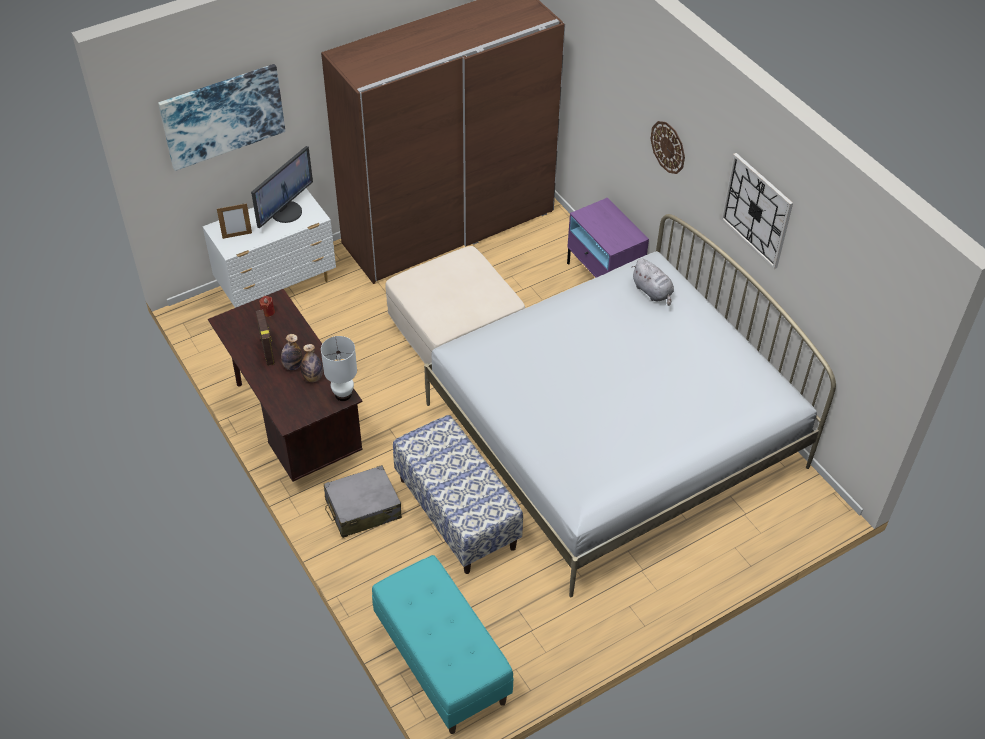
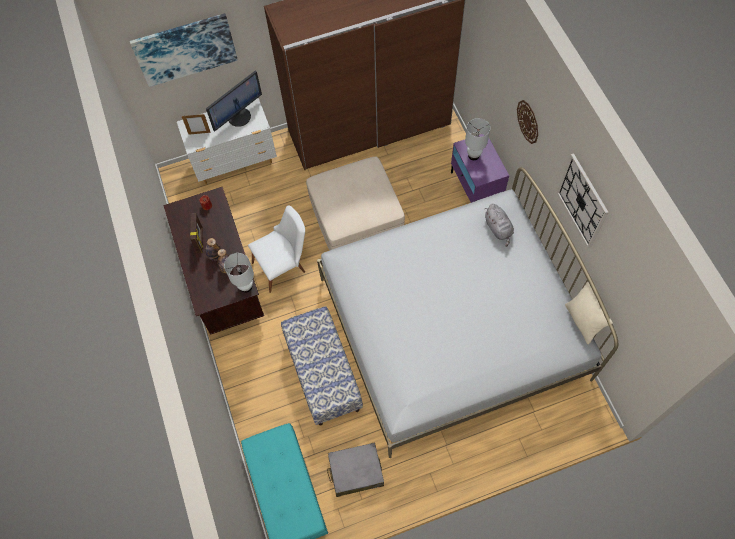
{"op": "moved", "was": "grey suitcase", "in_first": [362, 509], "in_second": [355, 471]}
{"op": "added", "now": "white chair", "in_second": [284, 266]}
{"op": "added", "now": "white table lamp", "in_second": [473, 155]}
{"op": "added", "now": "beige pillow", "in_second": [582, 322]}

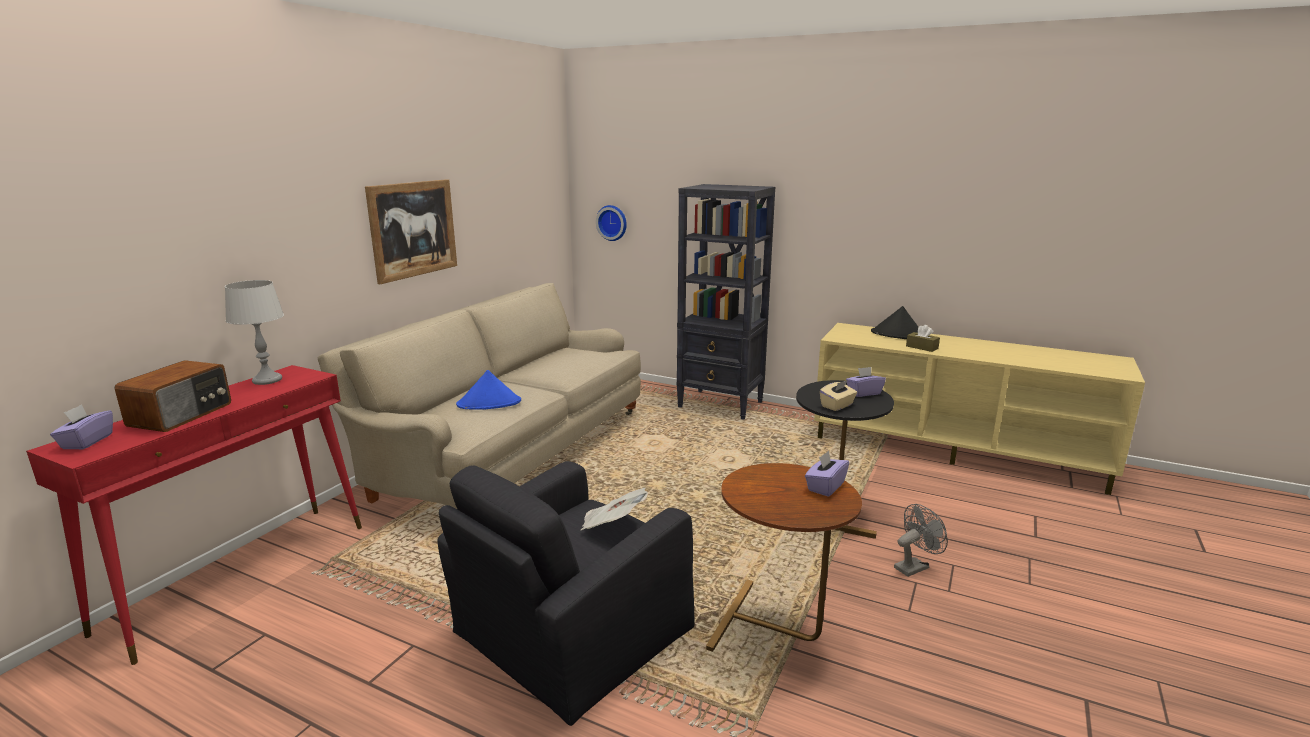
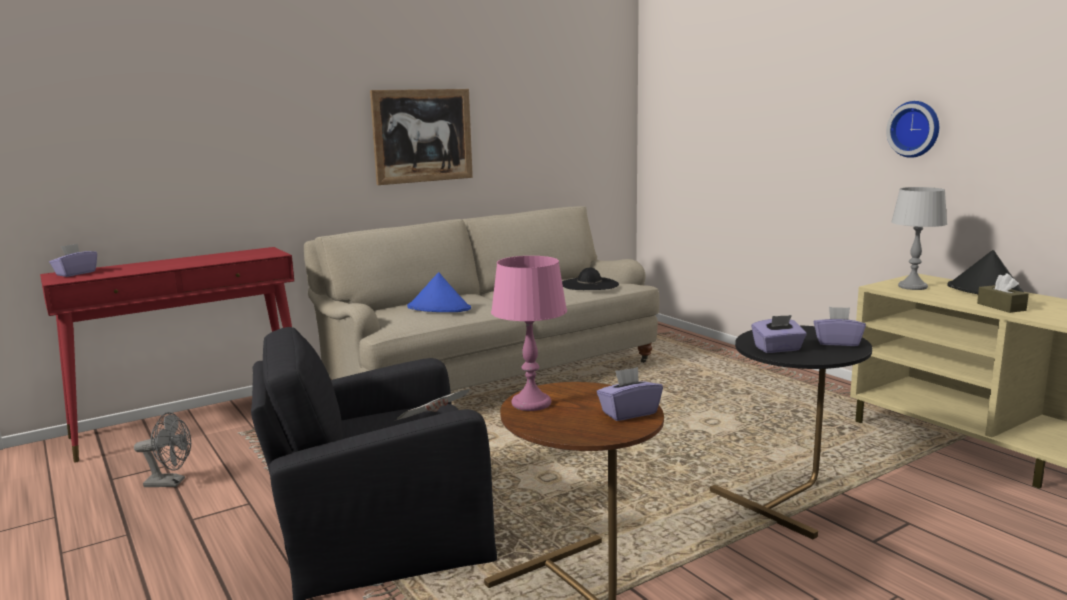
{"op": "removed", "was": "radio", "in_first": [182, 415]}
{"op": "moved", "was": "grey table lamp", "in_first": [267, 380], "in_second": [912, 287]}
{"op": "moved", "was": "wall clock", "in_first": [612, 222], "in_second": [915, 129]}
{"op": "removed", "was": "black bookcase", "in_first": [721, 405]}
{"op": "recoloured", "was": "beige tissue box", "now": "purple tissue box", "in_first": [837, 406], "in_second": [778, 349]}
{"op": "moved", "was": "grey fan", "in_first": [914, 566], "in_second": [171, 483]}
{"op": "added", "now": "pink table lamp", "in_second": [531, 403]}
{"op": "added", "now": "black hat", "in_second": [589, 284]}

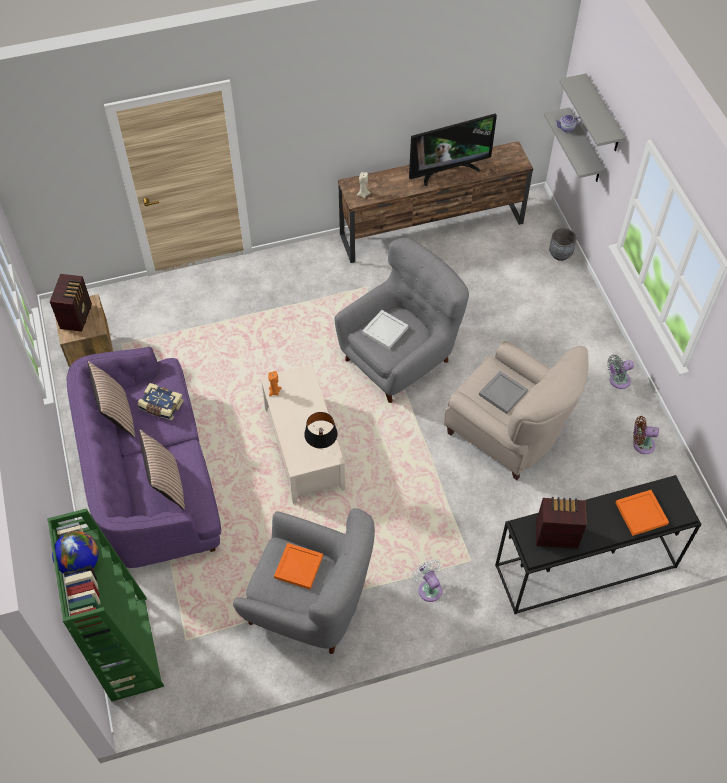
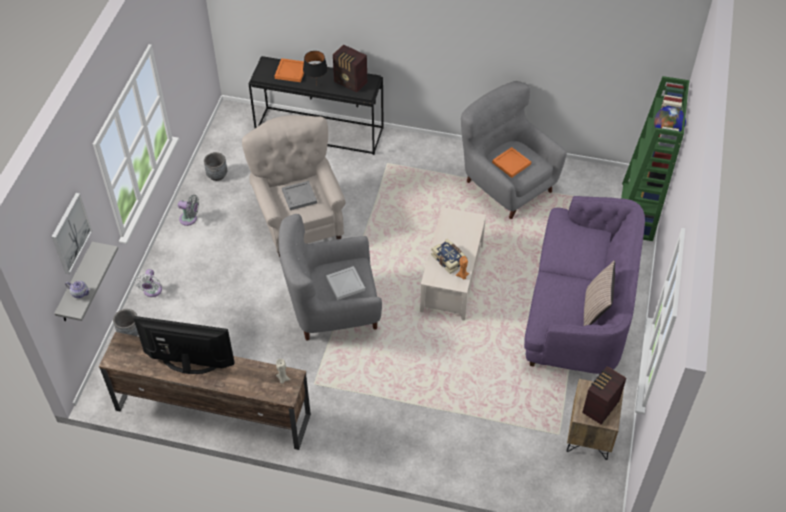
{"op": "moved", "was": "book", "in_first": [161, 406], "in_second": [449, 259]}
{"op": "removed", "was": "pillow", "in_first": [166, 484]}
{"op": "moved", "was": "black table lamp", "in_first": [321, 449], "in_second": [316, 85]}
{"op": "moved", "was": "white fan", "in_first": [428, 588], "in_second": [152, 291]}
{"op": "replaced", "was": "grey shelf", "now": "picture", "in_first": [603, 115], "in_second": [70, 233]}
{"op": "replaced", "was": "brown fan", "now": "grey planter", "in_first": [641, 444], "in_second": [217, 175]}

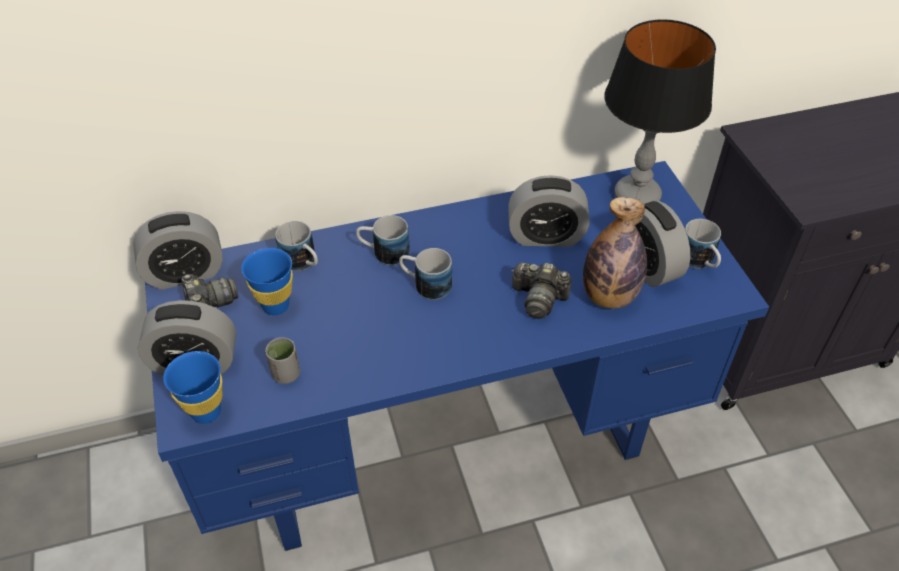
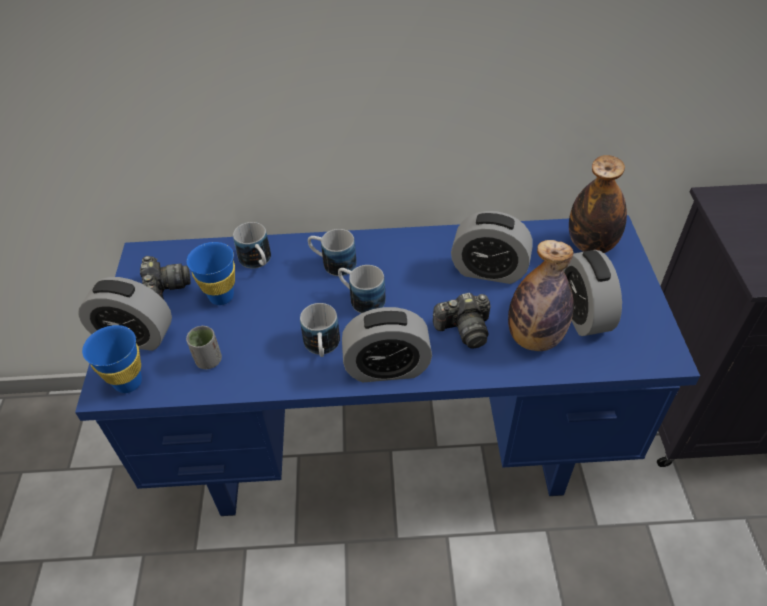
{"op": "moved", "was": "alarm clock", "in_first": [185, 273], "in_second": [387, 368]}
{"op": "turned", "was": "photo camera", "in_first": [539, 299], "in_second": [464, 329], "clockwise": -45}
{"op": "replaced", "was": "table lamp", "now": "bottle", "in_first": [637, 196], "in_second": [591, 245]}
{"op": "moved", "was": "mug", "in_first": [699, 262], "in_second": [322, 348]}

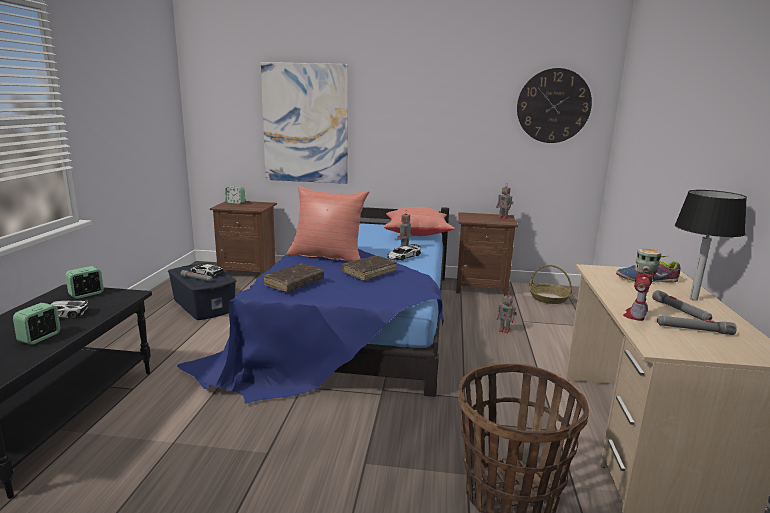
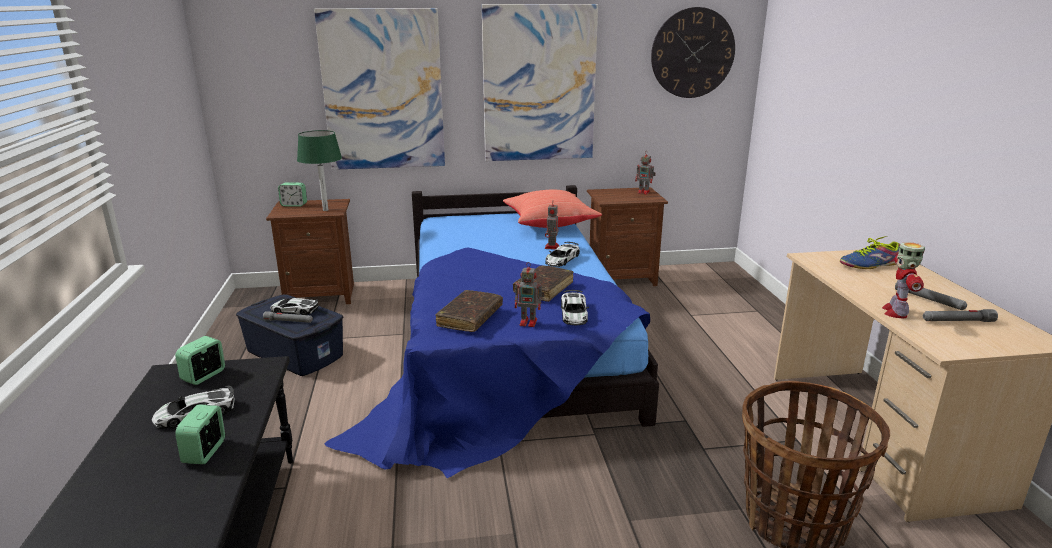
{"op": "removed", "was": "red pillow", "in_first": [327, 256]}
{"op": "moved", "was": "toy robot", "in_first": [505, 330], "in_second": [529, 322]}
{"op": "removed", "was": "basket", "in_first": [549, 298]}
{"op": "removed", "was": "black table lamp", "in_first": [693, 299]}
{"op": "added", "now": "green table lamp", "in_second": [325, 210]}
{"op": "added", "now": "picture", "in_second": [539, 84]}
{"op": "added", "now": "toy car", "in_second": [574, 313]}

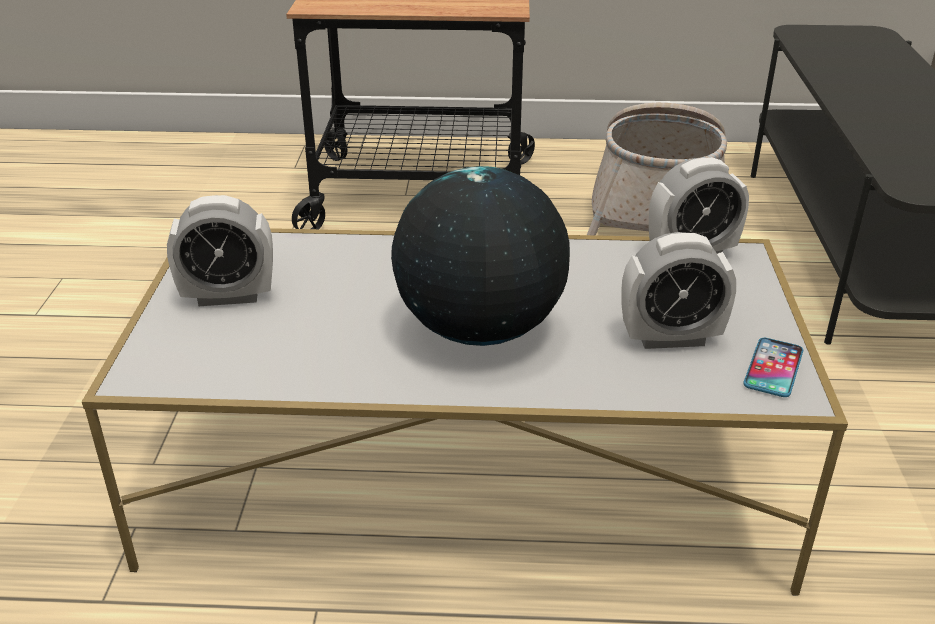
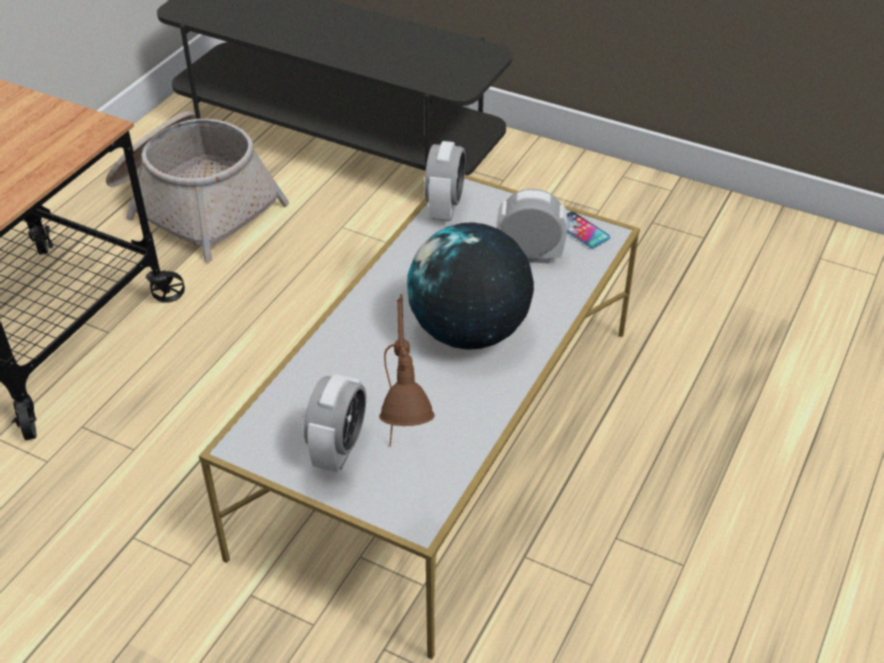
{"op": "turned", "was": "alarm clock", "in_first": [670, 338], "in_second": [529, 256], "clockwise": -105}
{"op": "added", "now": "brown table lamp", "in_second": [409, 484]}

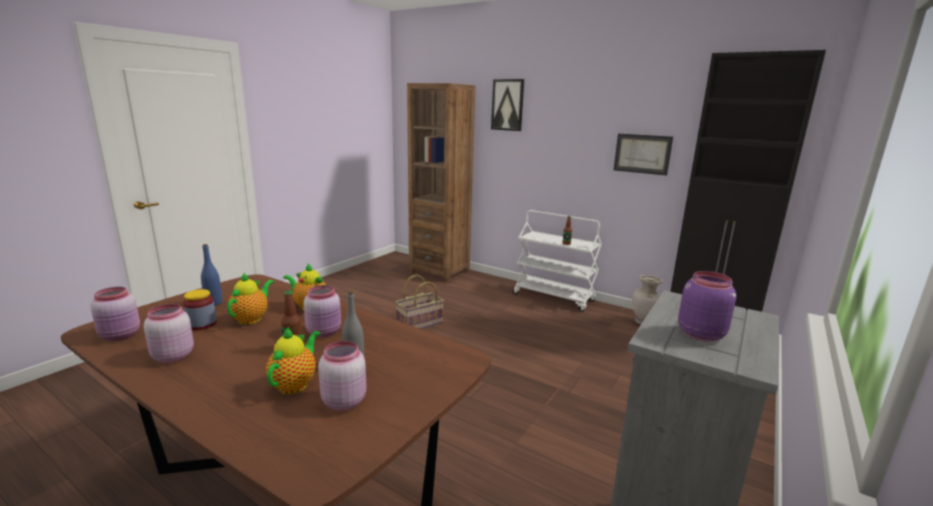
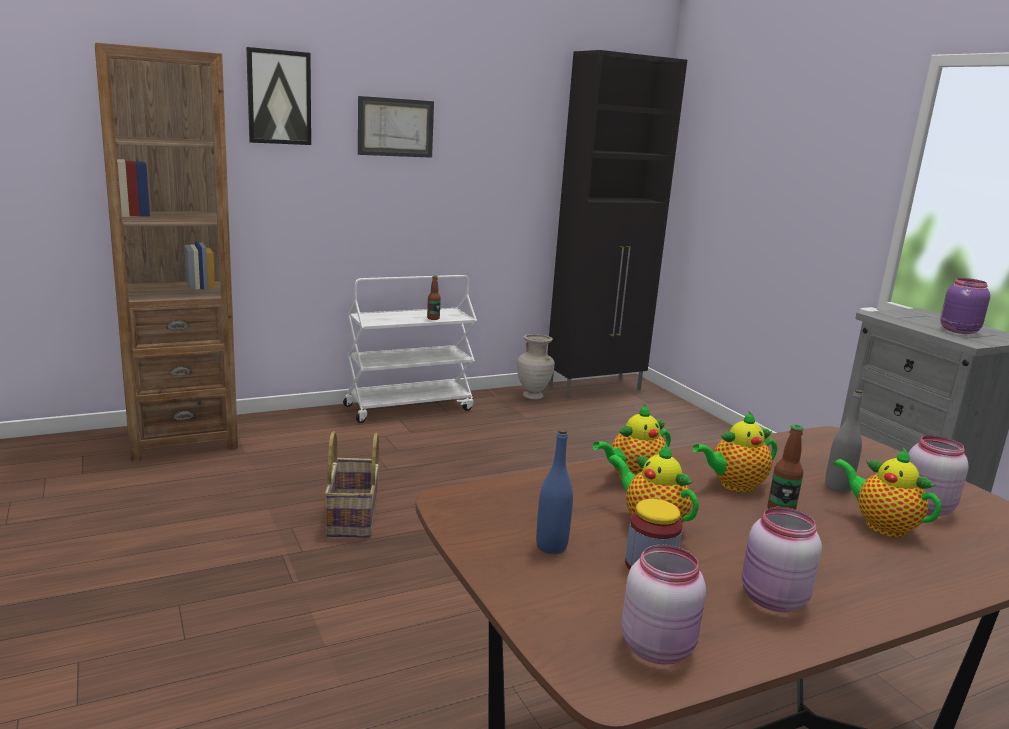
{"op": "replaced", "was": "pink jar", "now": "teapot", "in_first": [325, 332], "in_second": [733, 485]}
{"op": "moved", "was": "picture", "in_first": [642, 154], "in_second": [395, 127]}

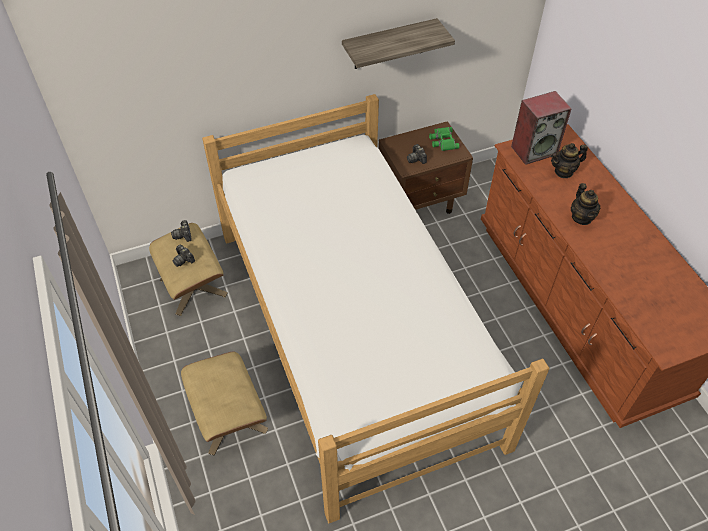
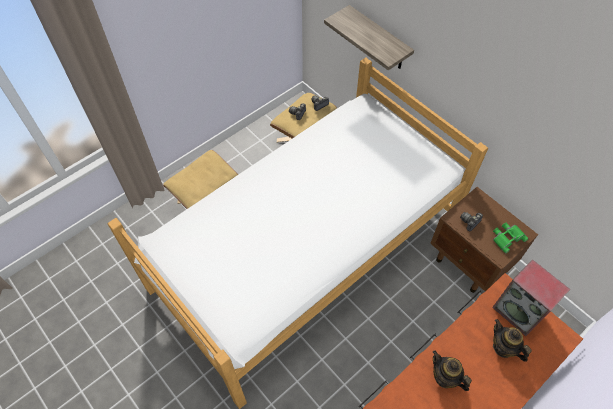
{"op": "moved", "was": "shelf", "in_first": [389, 44], "in_second": [379, 39]}
{"op": "turned", "was": "teapot", "in_first": [581, 217], "in_second": [445, 377], "clockwise": 75}

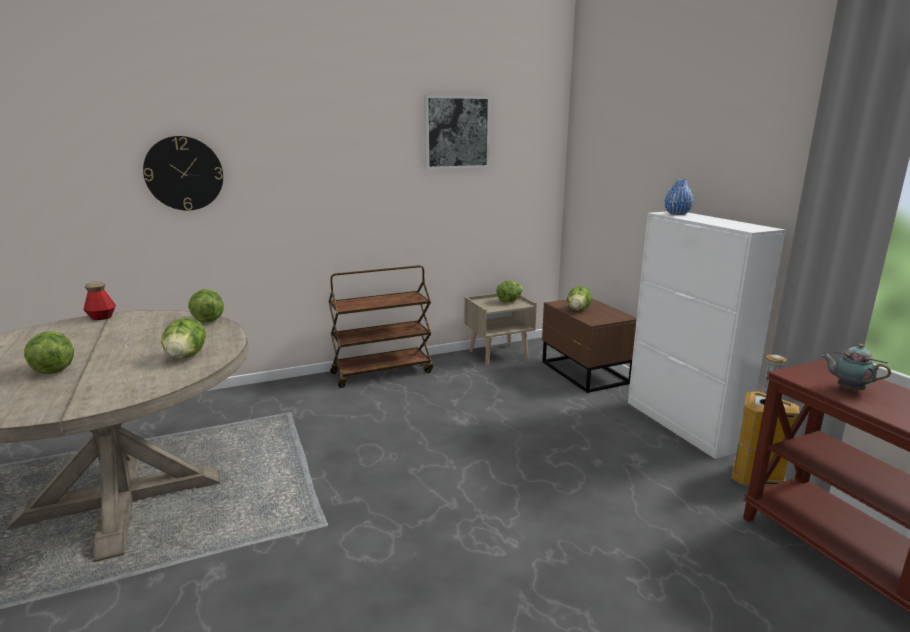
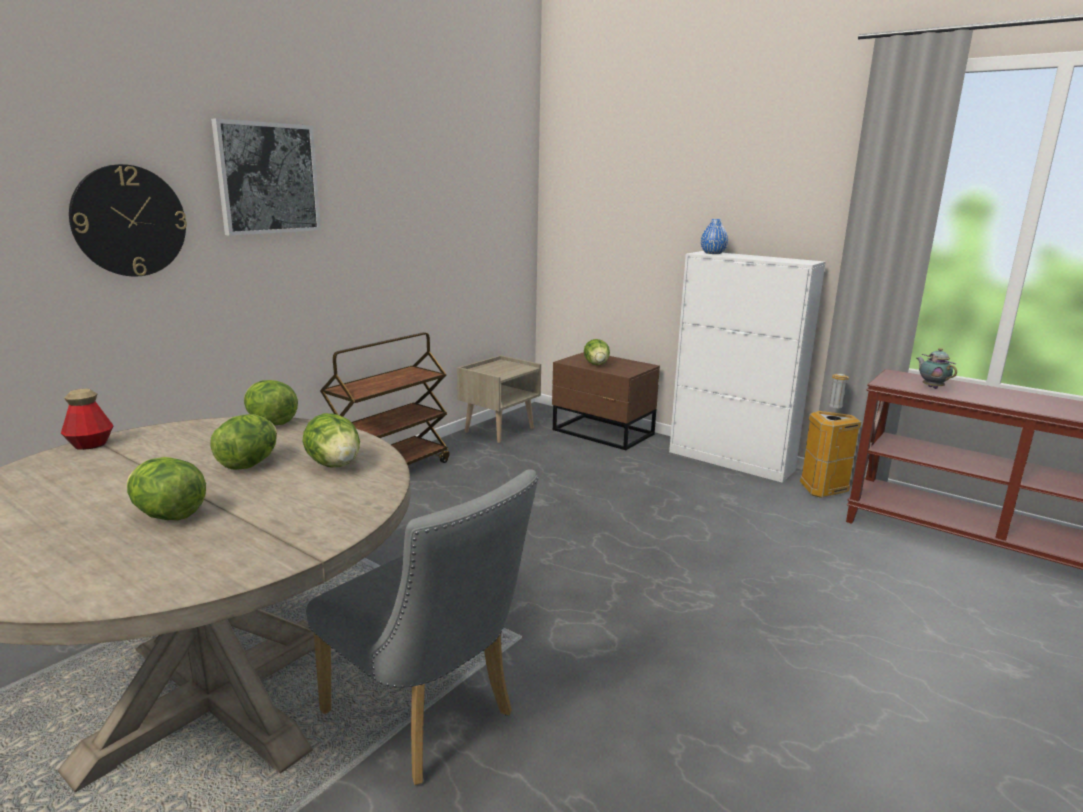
{"op": "moved", "was": "picture", "in_first": [456, 132], "in_second": [268, 178]}
{"op": "moved", "was": "lettuce", "in_first": [509, 301], "in_second": [249, 464]}
{"op": "turned", "was": "teapot", "in_first": [848, 389], "in_second": [931, 387], "clockwise": 60}
{"op": "added", "now": "grey chair", "in_second": [428, 719]}

